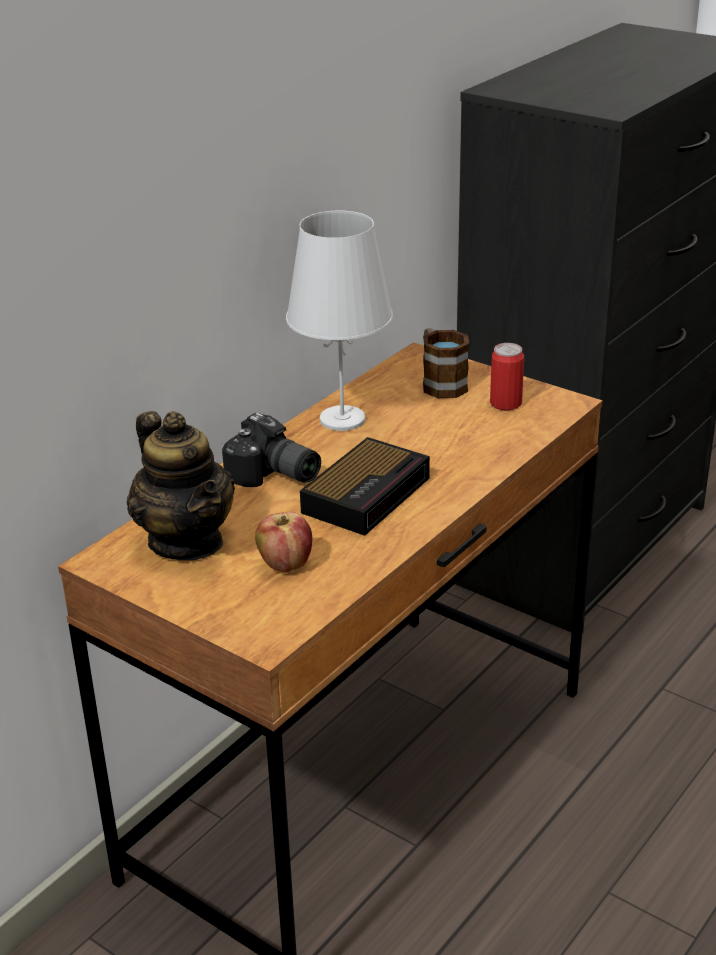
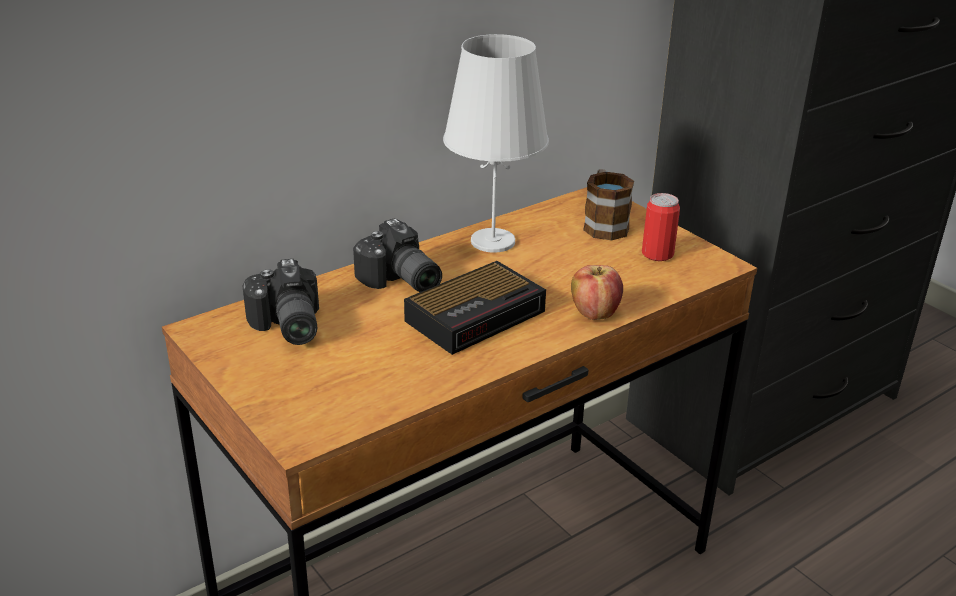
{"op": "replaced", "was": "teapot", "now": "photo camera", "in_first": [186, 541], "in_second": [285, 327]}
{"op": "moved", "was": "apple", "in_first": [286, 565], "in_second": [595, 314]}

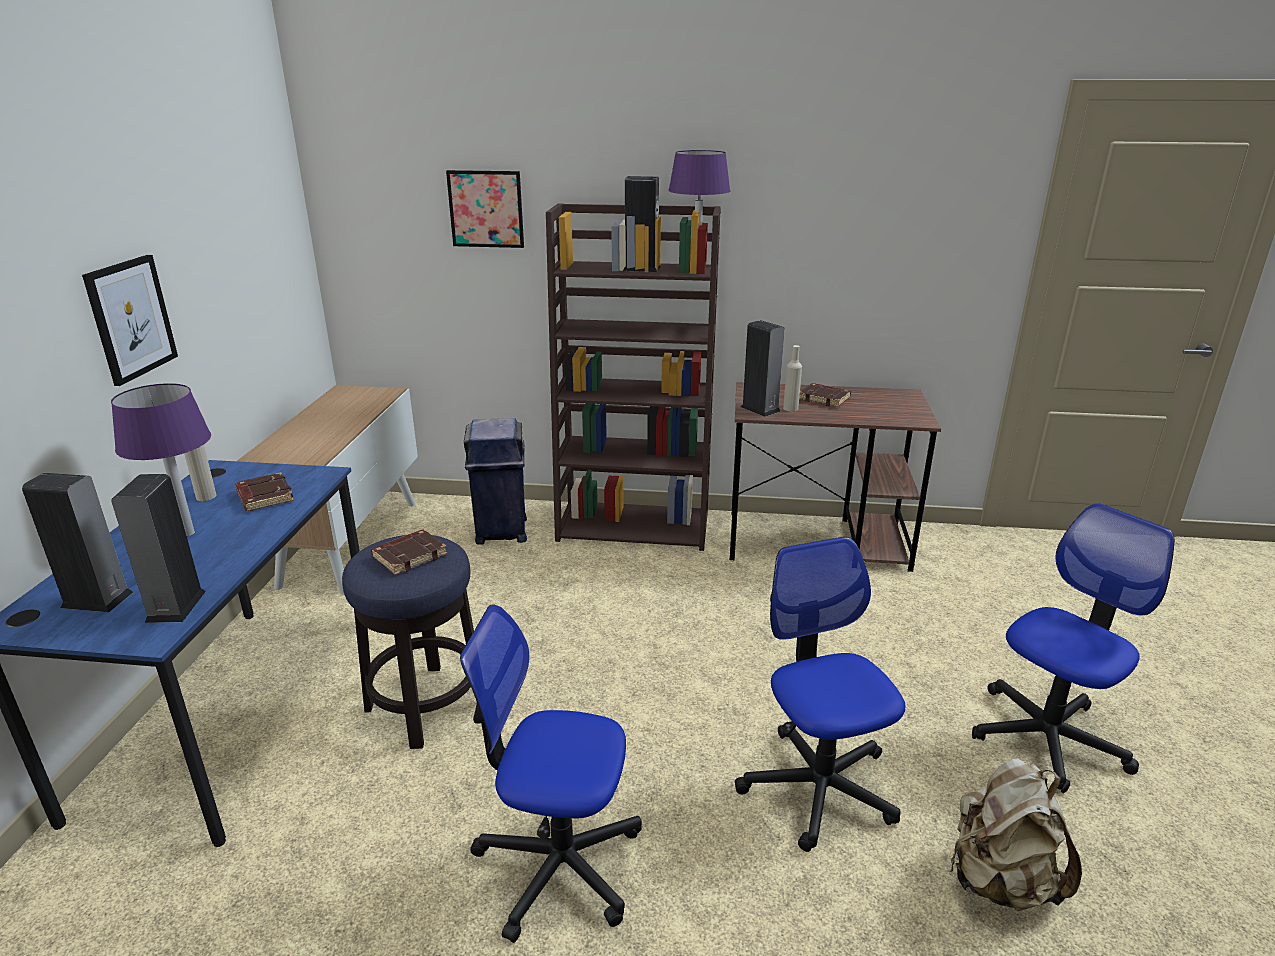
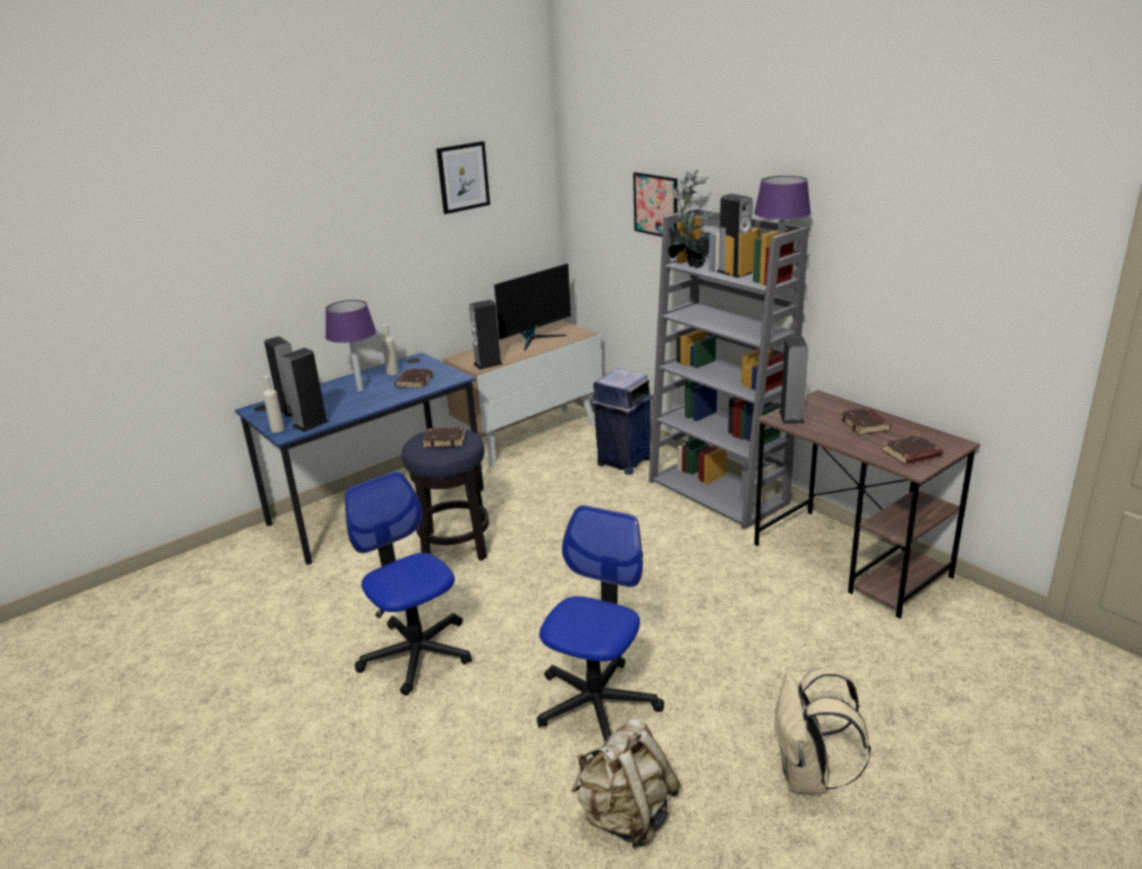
{"op": "moved", "was": "picture", "in_first": [131, 318], "in_second": [463, 177]}
{"op": "recoloured", "was": "brown bookcase", "now": "grey bookcase", "in_first": [635, 526], "in_second": [719, 492]}
{"op": "moved", "was": "beige bottle", "in_first": [790, 408], "in_second": [277, 429]}
{"op": "replaced", "was": "office chair", "now": "beige backpack", "in_first": [1047, 737], "in_second": [808, 776]}
{"op": "added", "now": "speaker", "in_second": [488, 364]}
{"op": "added", "now": "monitor", "in_second": [535, 339]}
{"op": "added", "now": "potted plant", "in_second": [690, 265]}
{"op": "added", "now": "brown book", "in_second": [912, 454]}

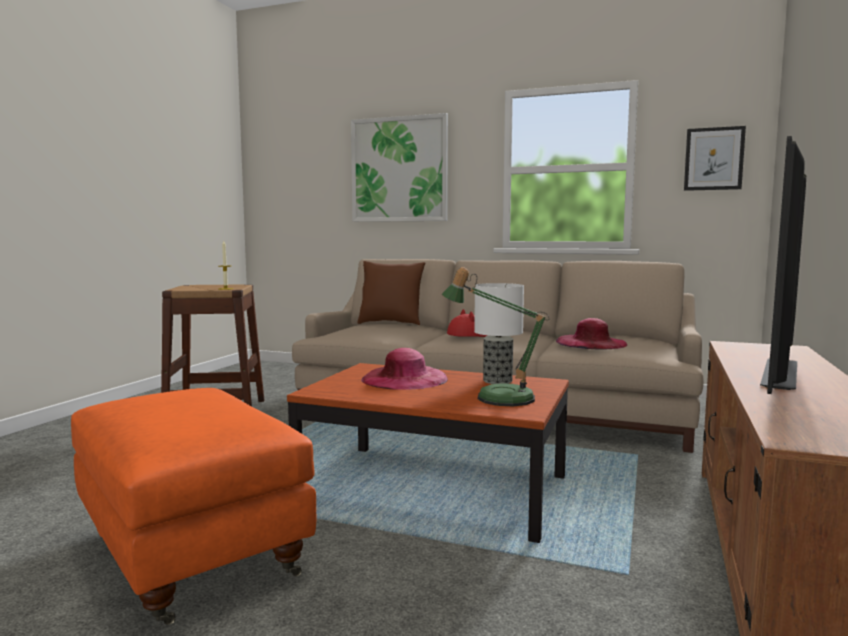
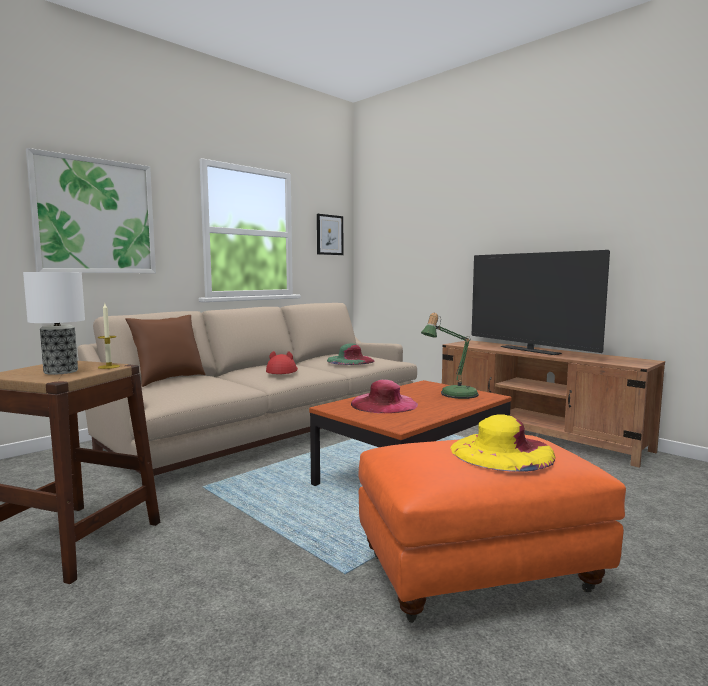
{"op": "moved", "was": "table lamp", "in_first": [497, 381], "in_second": [60, 371]}
{"op": "recoloured", "was": "pink hat", "now": "green hat", "in_first": [591, 343], "in_second": [350, 360]}
{"op": "added", "now": "yellow hat", "in_second": [502, 451]}

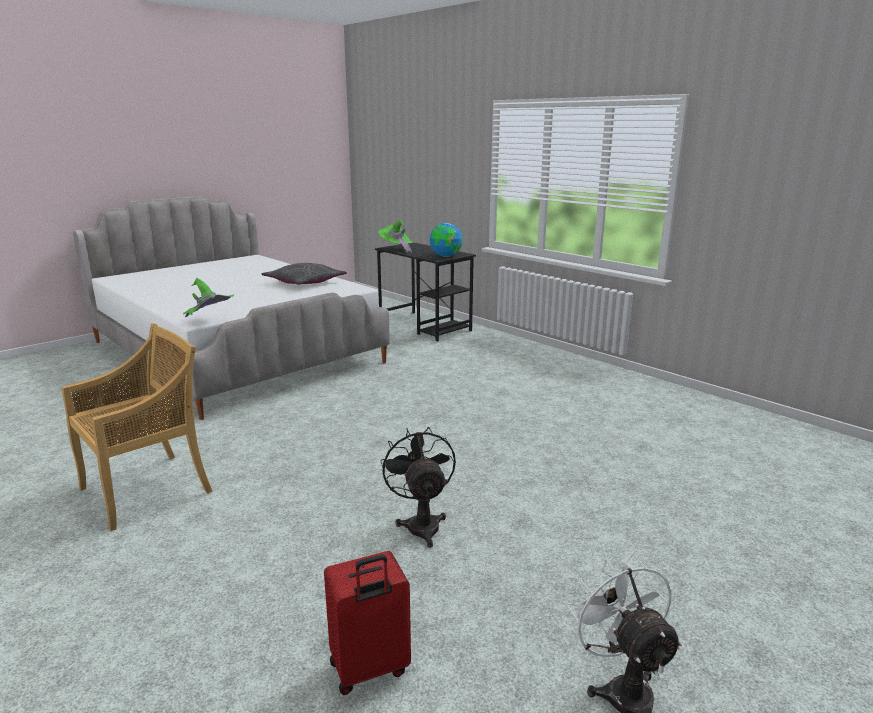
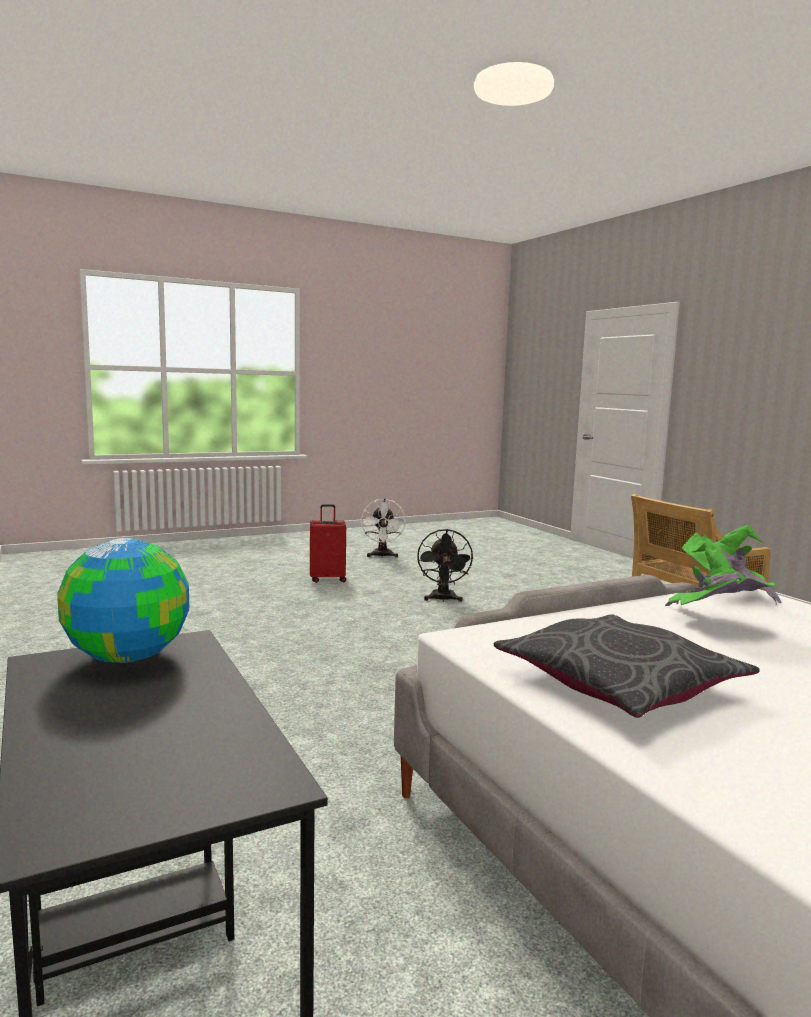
{"op": "moved", "was": "red suitcase", "in_first": [369, 669], "in_second": [328, 579]}
{"op": "moved", "was": "green hat", "in_first": [396, 249], "in_second": [714, 623]}

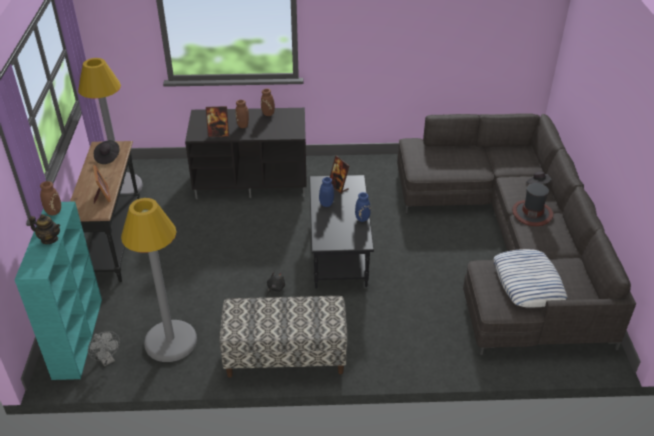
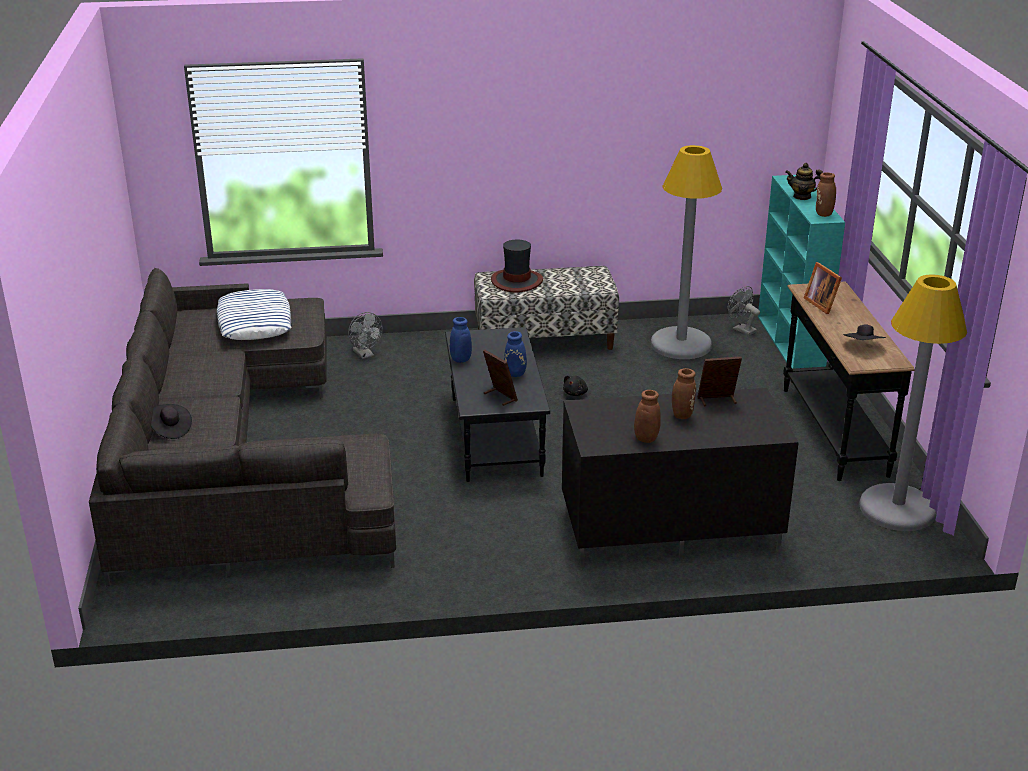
{"op": "moved", "was": "hat", "in_first": [532, 213], "in_second": [517, 281]}
{"op": "added", "now": "grey fan", "in_second": [365, 355]}

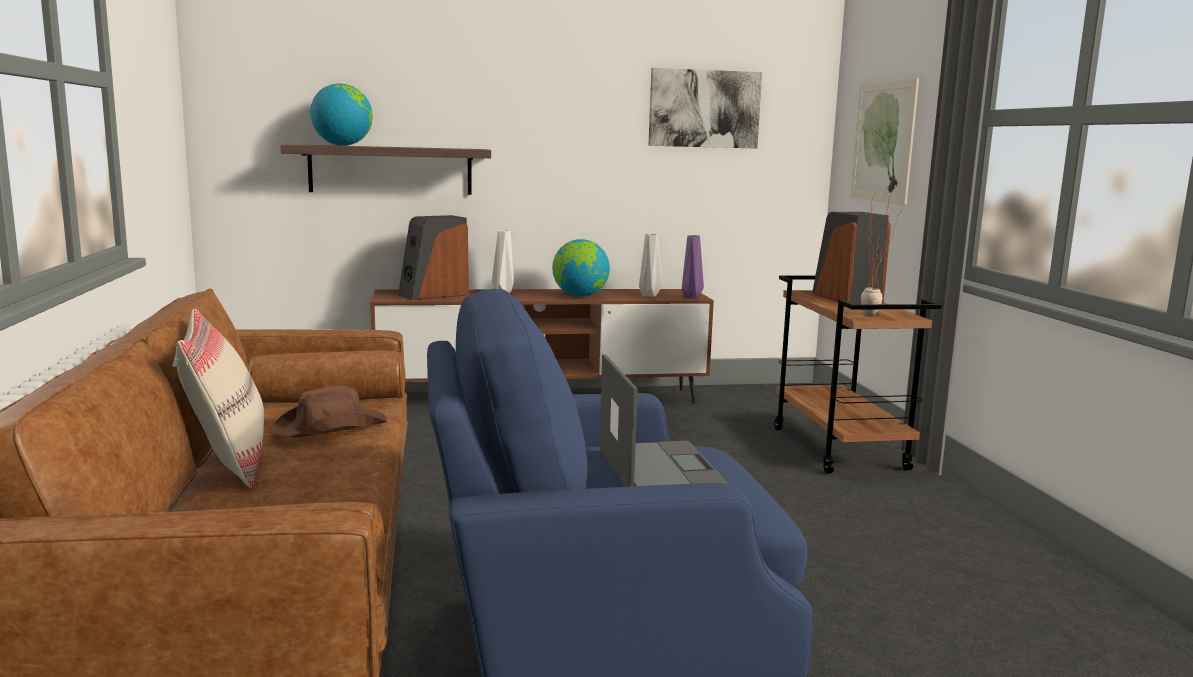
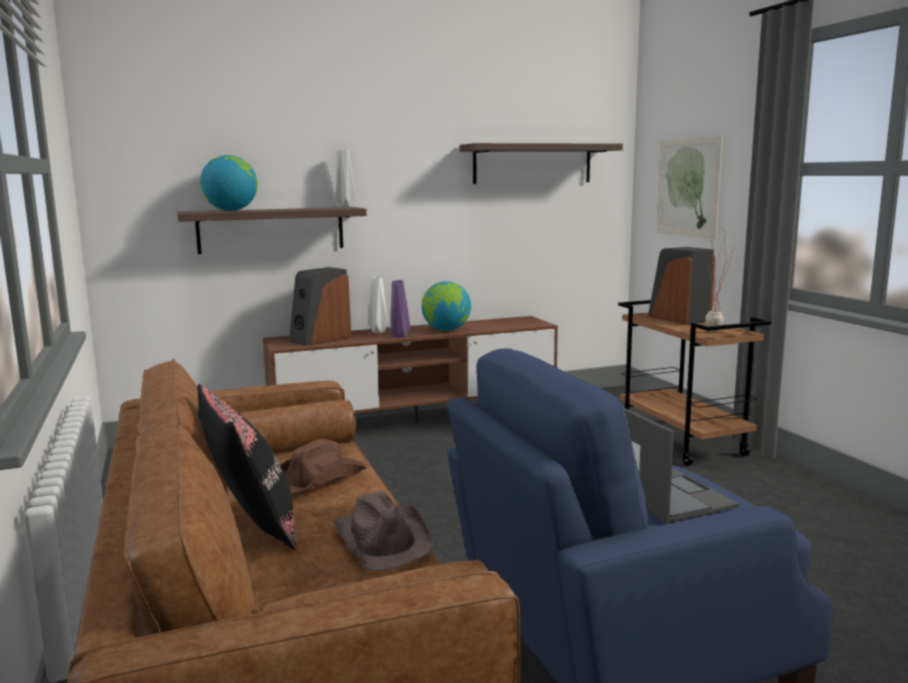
{"op": "recoloured", "was": "beige pillow", "now": "black pillow", "in_first": [227, 462], "in_second": [250, 525]}
{"op": "moved", "was": "grey vase", "in_first": [648, 295], "in_second": [344, 207]}
{"op": "replaced", "was": "picture", "now": "shelf", "in_first": [704, 109], "in_second": [532, 164]}
{"op": "moved", "was": "purple vase", "in_first": [690, 297], "in_second": [398, 336]}
{"op": "added", "now": "brown hat", "in_second": [383, 540]}

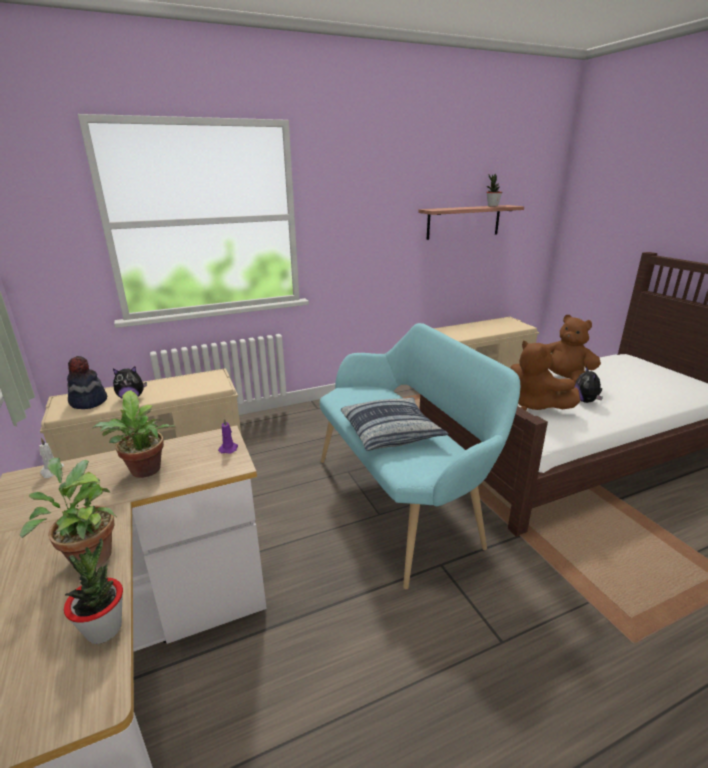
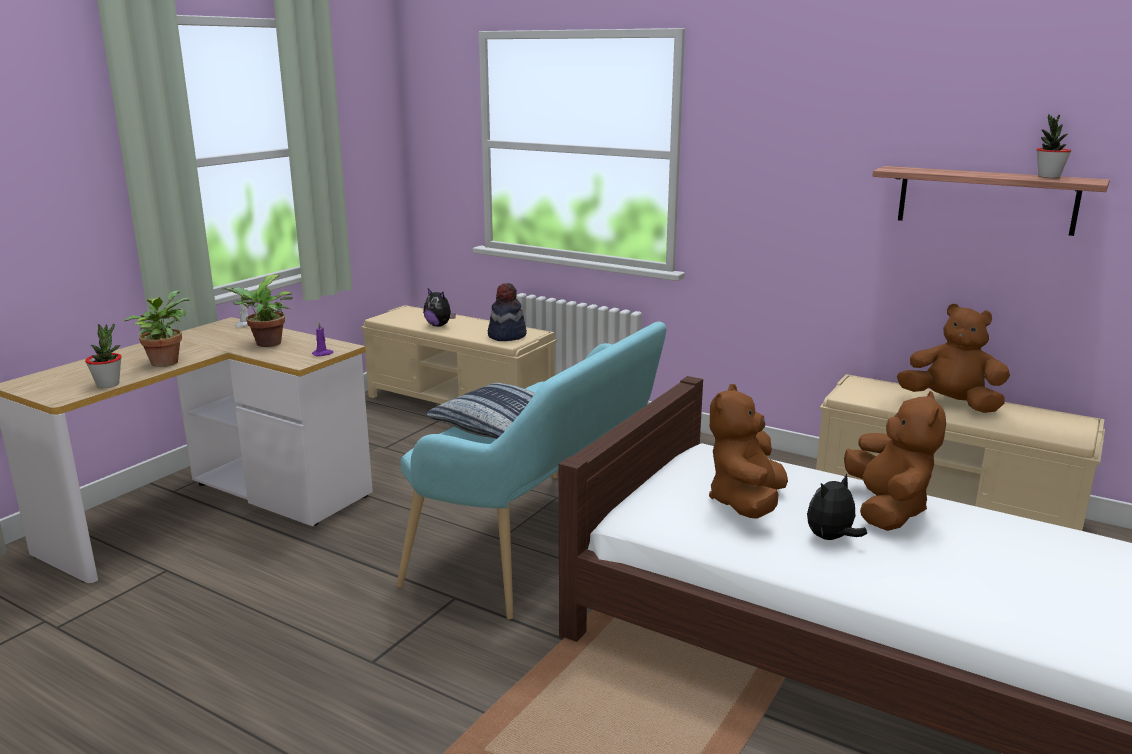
{"op": "moved", "was": "hat", "in_first": [88, 402], "in_second": [506, 335]}
{"op": "added", "now": "brown plush toy", "in_second": [951, 403]}

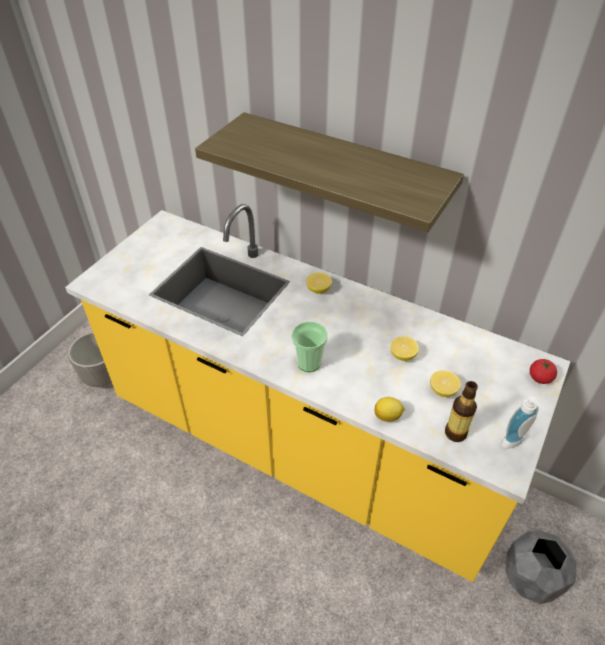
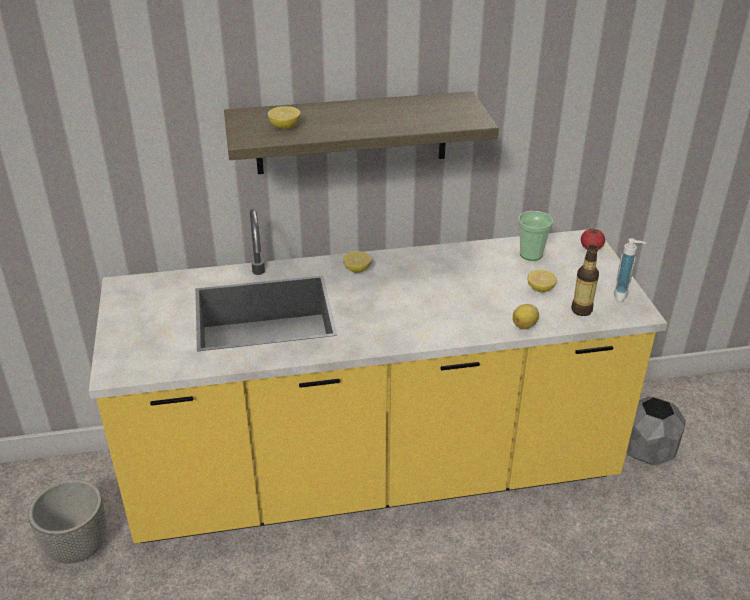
{"op": "moved", "was": "cup", "in_first": [309, 363], "in_second": [531, 254]}
{"op": "moved", "was": "lemon", "in_first": [402, 355], "in_second": [285, 127]}

